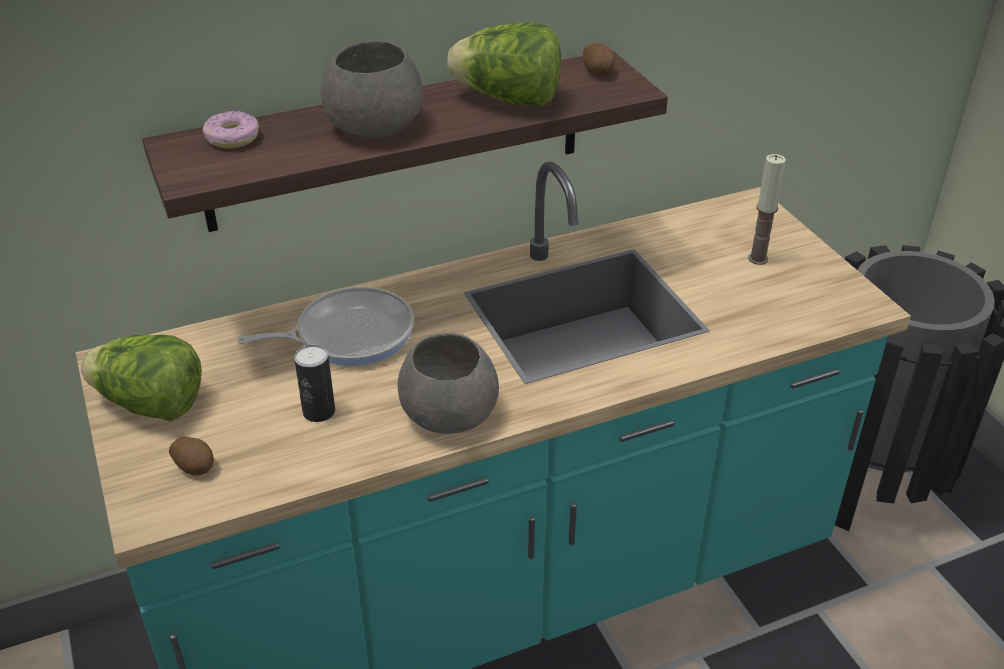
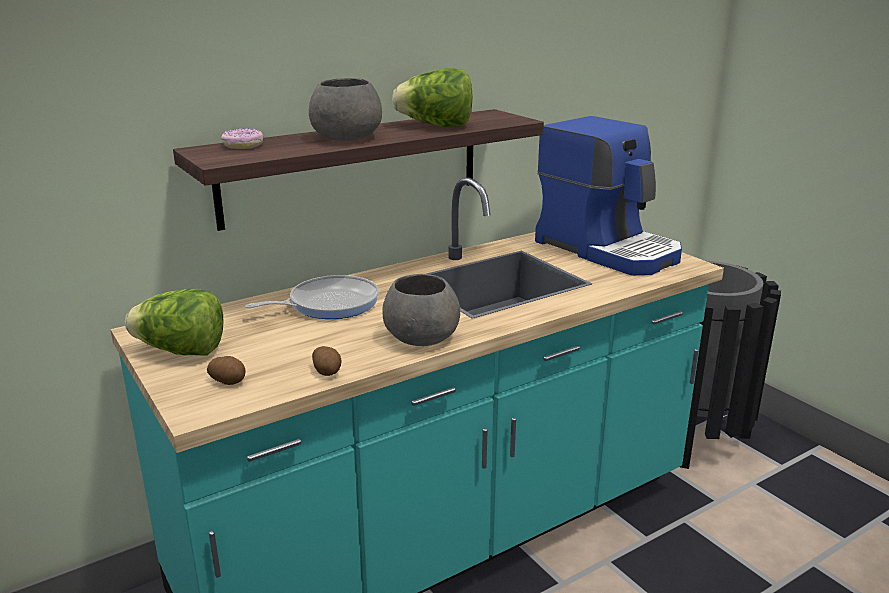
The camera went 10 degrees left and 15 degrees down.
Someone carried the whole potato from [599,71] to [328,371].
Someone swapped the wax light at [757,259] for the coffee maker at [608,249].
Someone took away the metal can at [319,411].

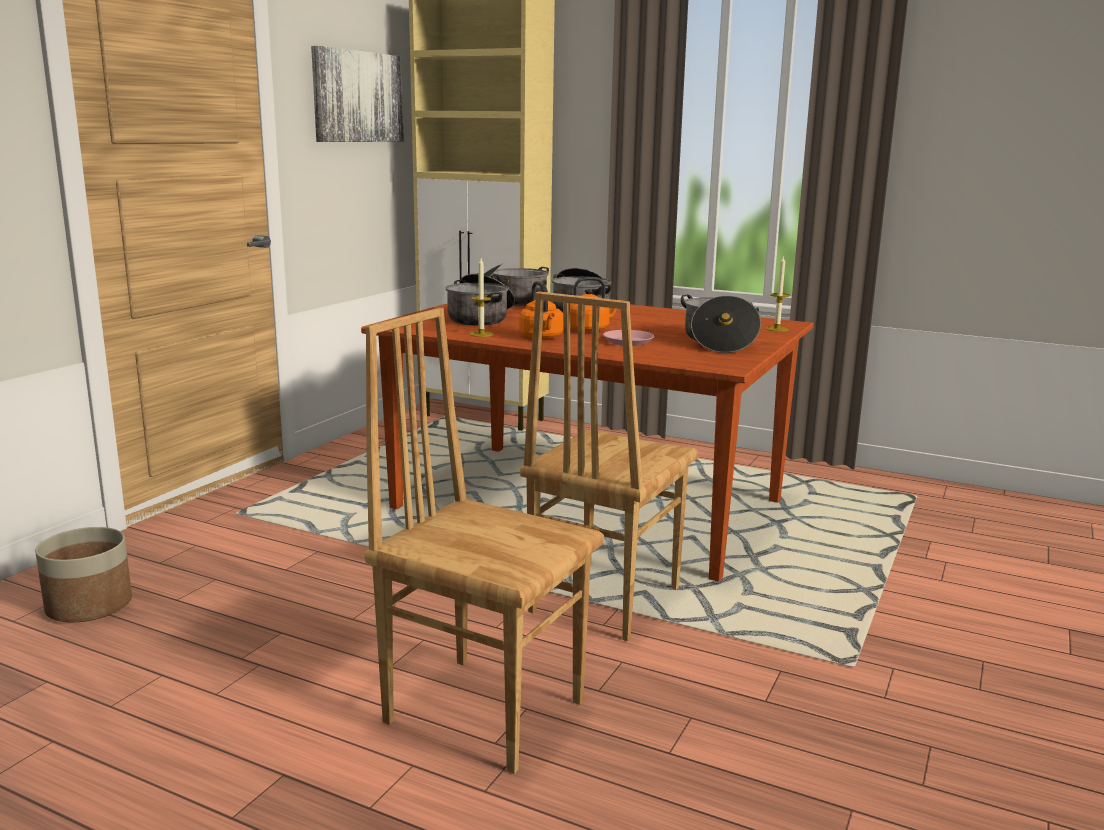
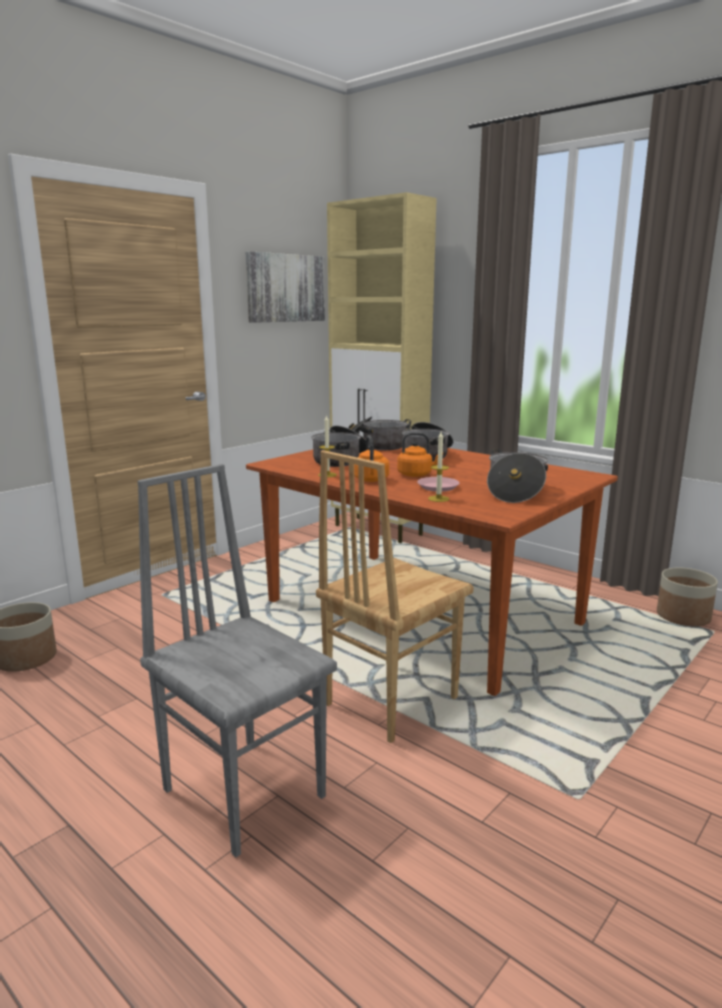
The camera went 15 degrees right and 0 degrees up.
Someone carried the wax light from [777,329] to [438,499].
Someone repainted the upright chair (brown-coloured) at [485,709], which became the upright chair (grey) at [245,791].
Someone put down the planter at [683,616].

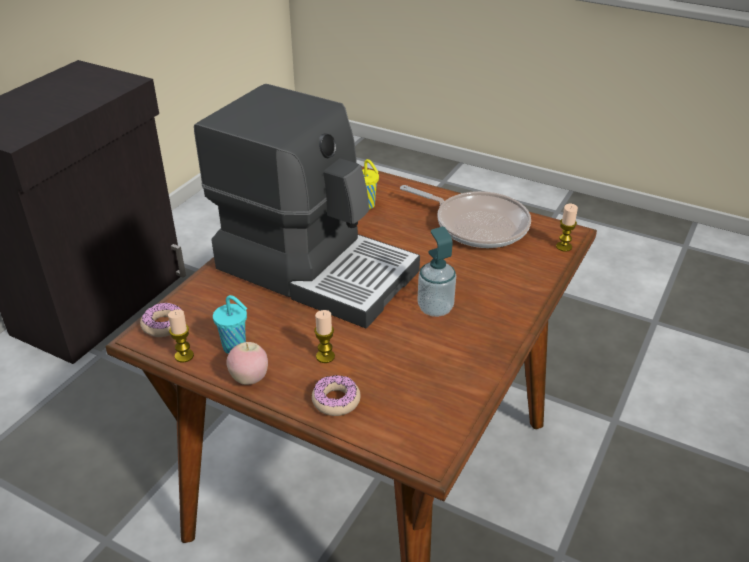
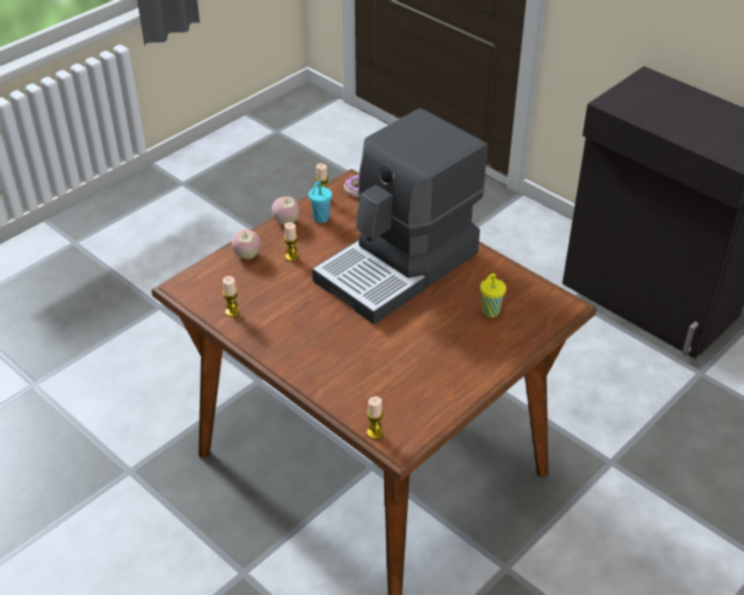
The camera went 105 degrees right and 5 degrees up.
Someone took away the pan at [476,224].
Someone took away the soap dispenser at [435,308].
Someone swapped the ring doughnut at [336,400] for the whole apple at [247,255].
Someone put down the wax light at [232,312].

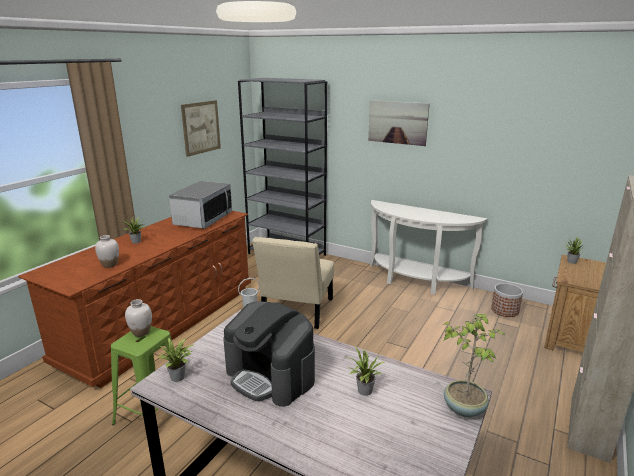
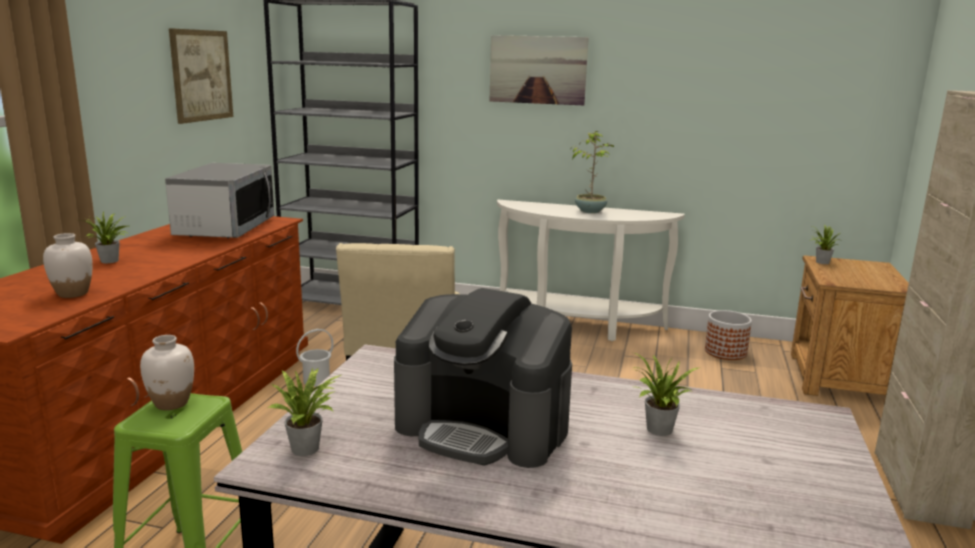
The camera went 15 degrees left and 5 degrees down.
Someone carried the houseplant from [464,407] to [590,211].

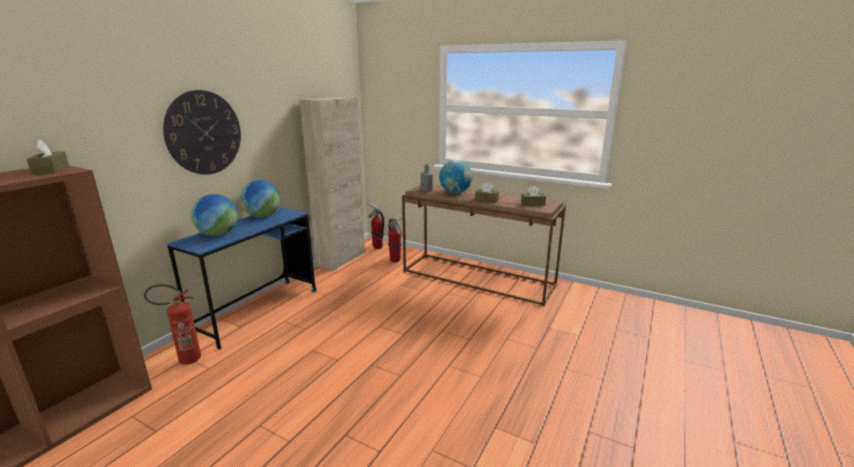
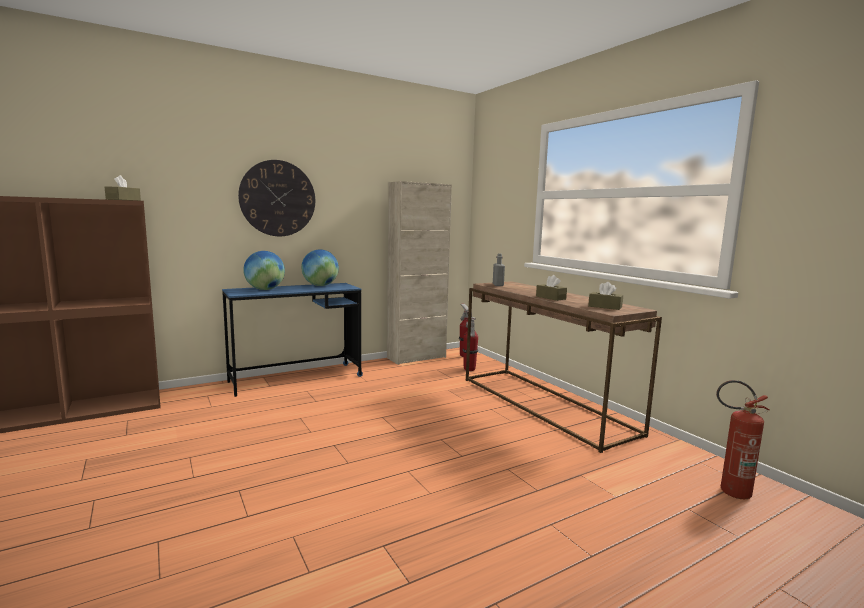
The camera went 30 degrees right and 10 degrees down.
Someone took away the desk globe at [455,192].
Someone carried the fire-fighting cylinder from [184,360] to [728,492].

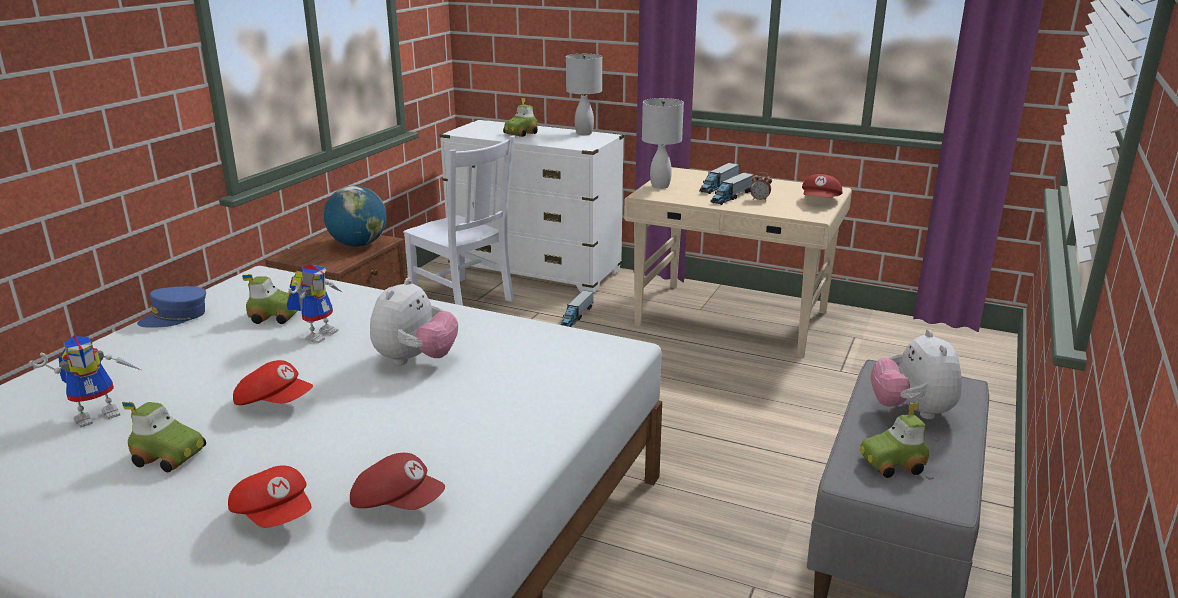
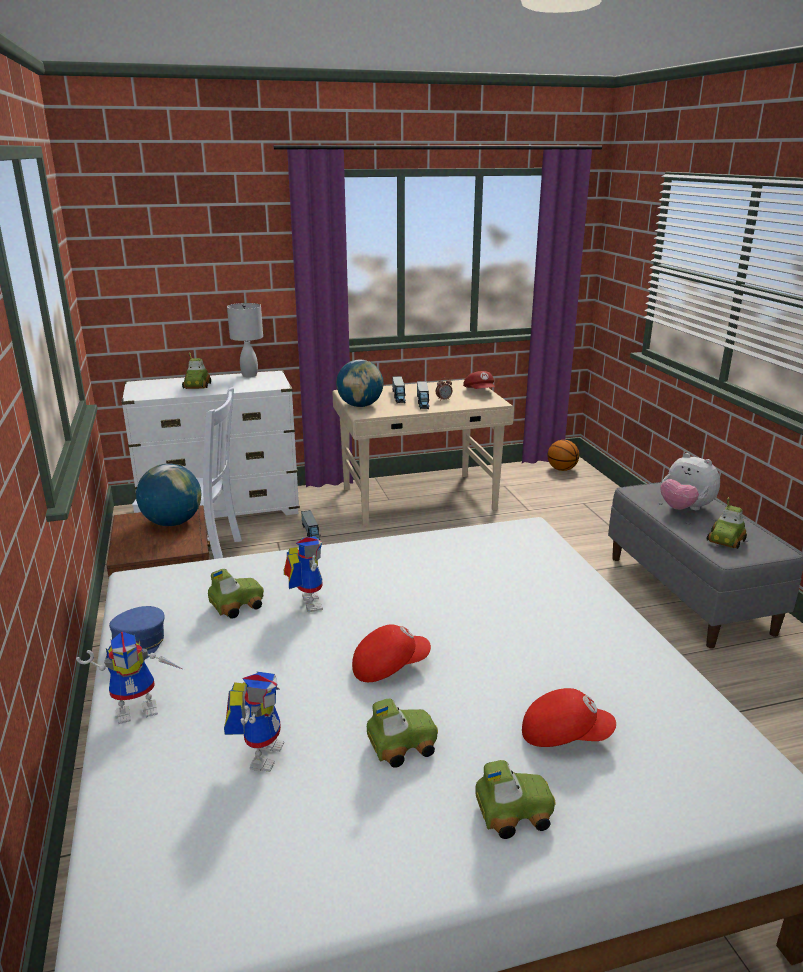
The camera went 40 degrees left and 0 degrees up.
Someone swapped the table lamp (white-coloured) at [660,186] for the desk globe at [360,406].
Someone took away the cuddly toy at [415,360].
Someone took away the peaked cap (red-coloured) at [398,503].
Someone put down the ball for basketball at [561,469].
Someone put down the robot figure at [139,708].
Someone put down the model car at [512,812].

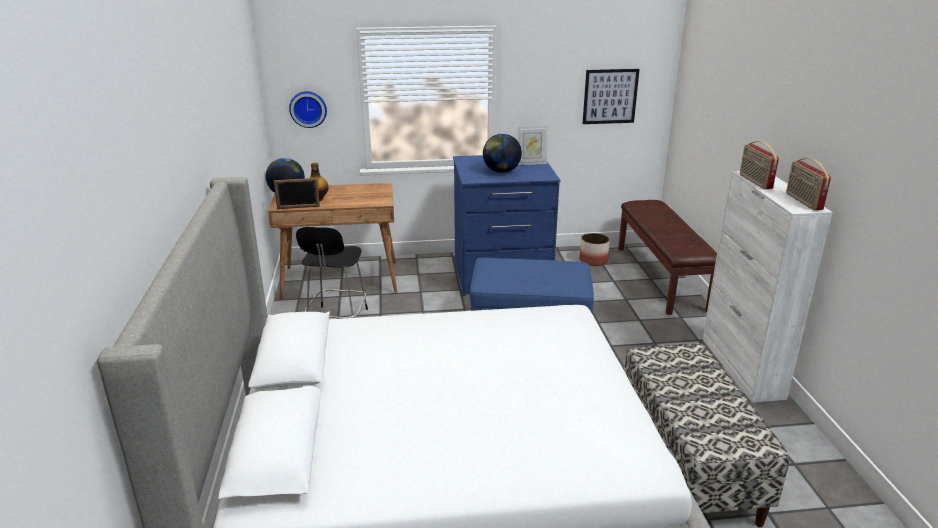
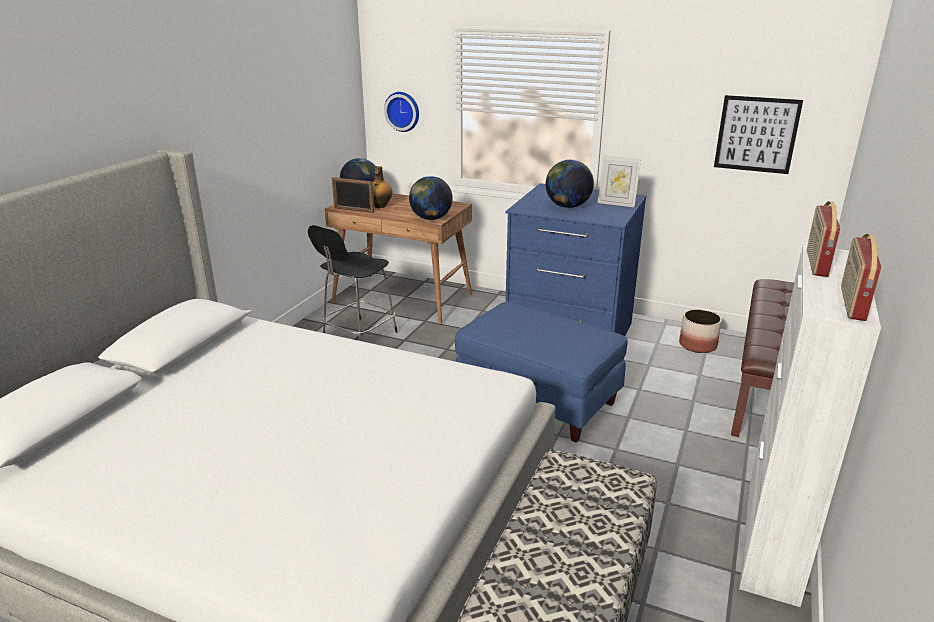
The camera went 30 degrees right and 0 degrees up.
Someone put down the desk globe at [430,218].

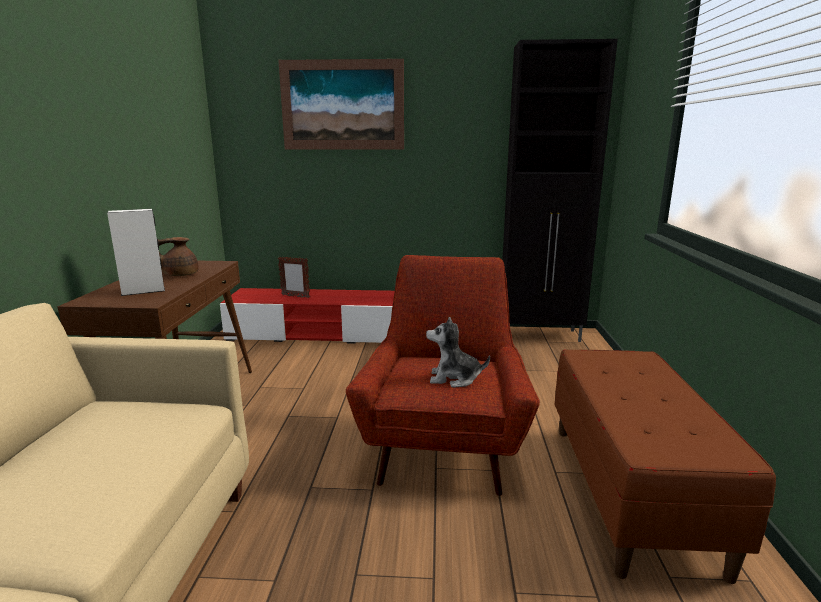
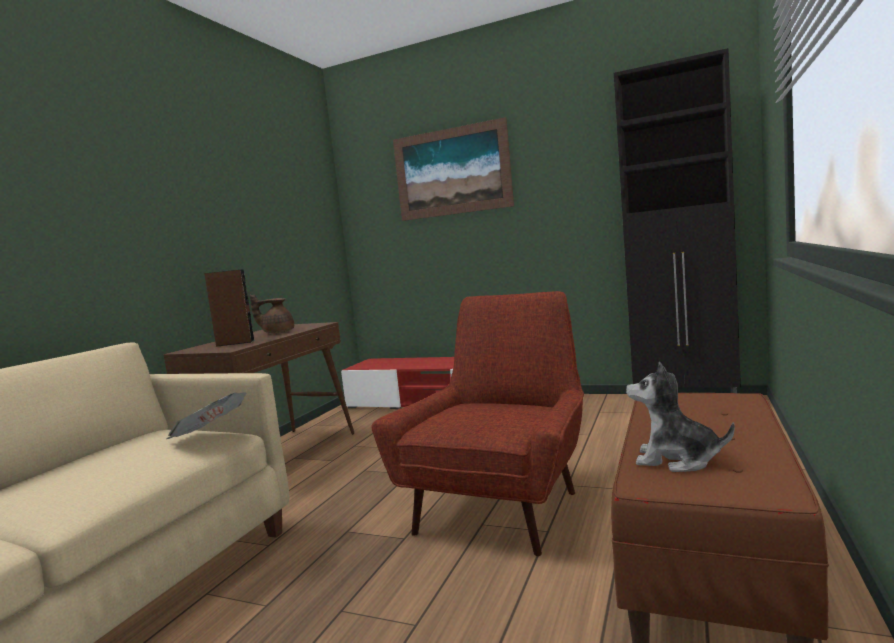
The camera went 20 degrees right and 10 degrees down.
Someone repainted the loudspeaker (white-coloured) at [143,291], which became the loudspeaker (brown-coloured) at [235,343].
Someone took away the standing frame at [295,296].
Someone carried the cuddly toy from [454,378] to [676,460].
Someone put down the daily paper at [210,436].

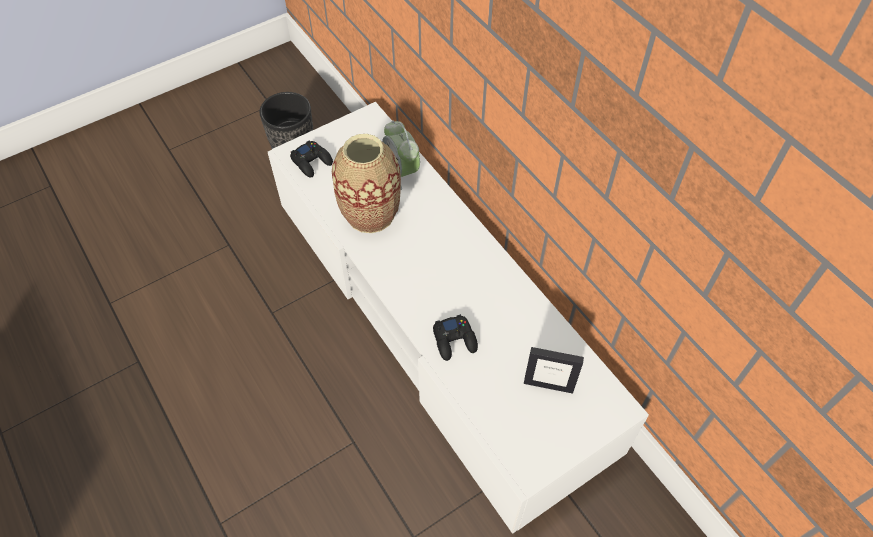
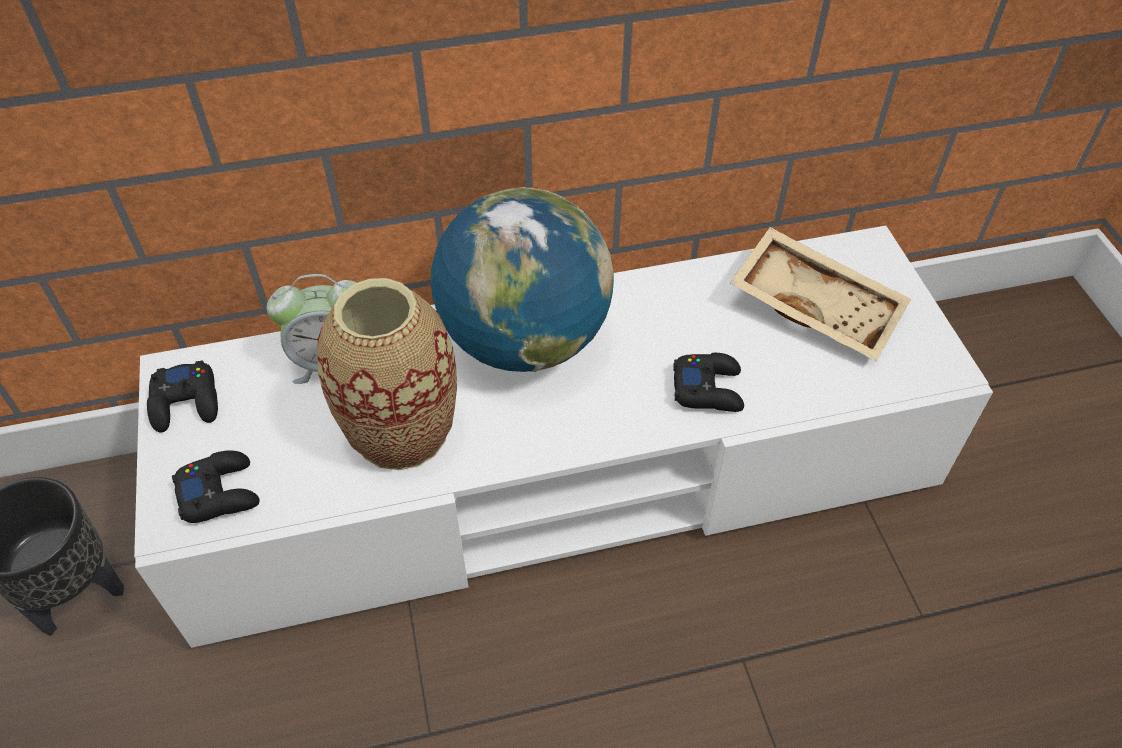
The camera went 70 degrees left and 5 degrees down.
Someone swapped the standing frame at [548,385] for the carrying tray (beige) at [817,306].
Someone put down the desk globe at [525,341].
Someone put down the joypad (black) at [186,402].

